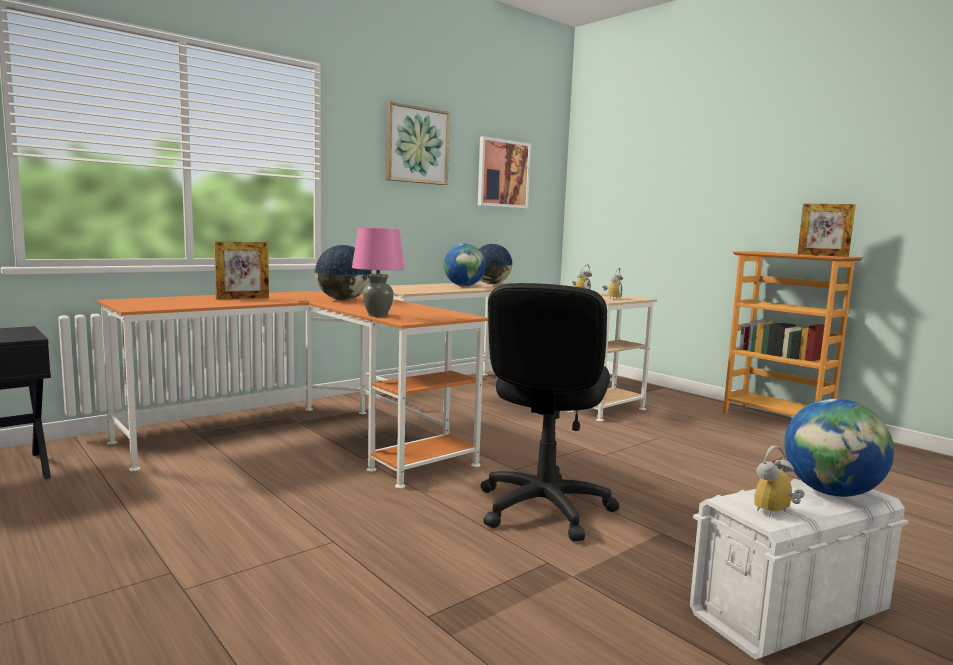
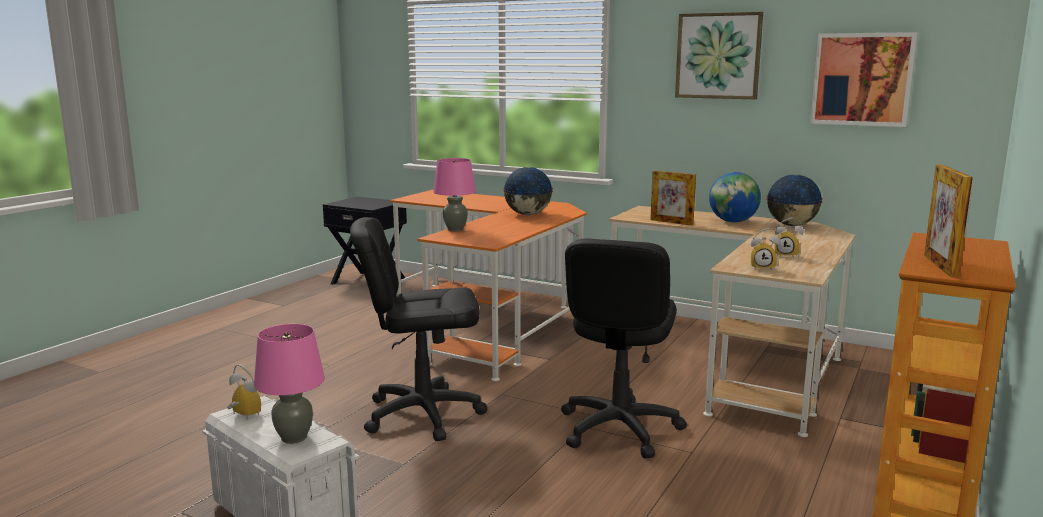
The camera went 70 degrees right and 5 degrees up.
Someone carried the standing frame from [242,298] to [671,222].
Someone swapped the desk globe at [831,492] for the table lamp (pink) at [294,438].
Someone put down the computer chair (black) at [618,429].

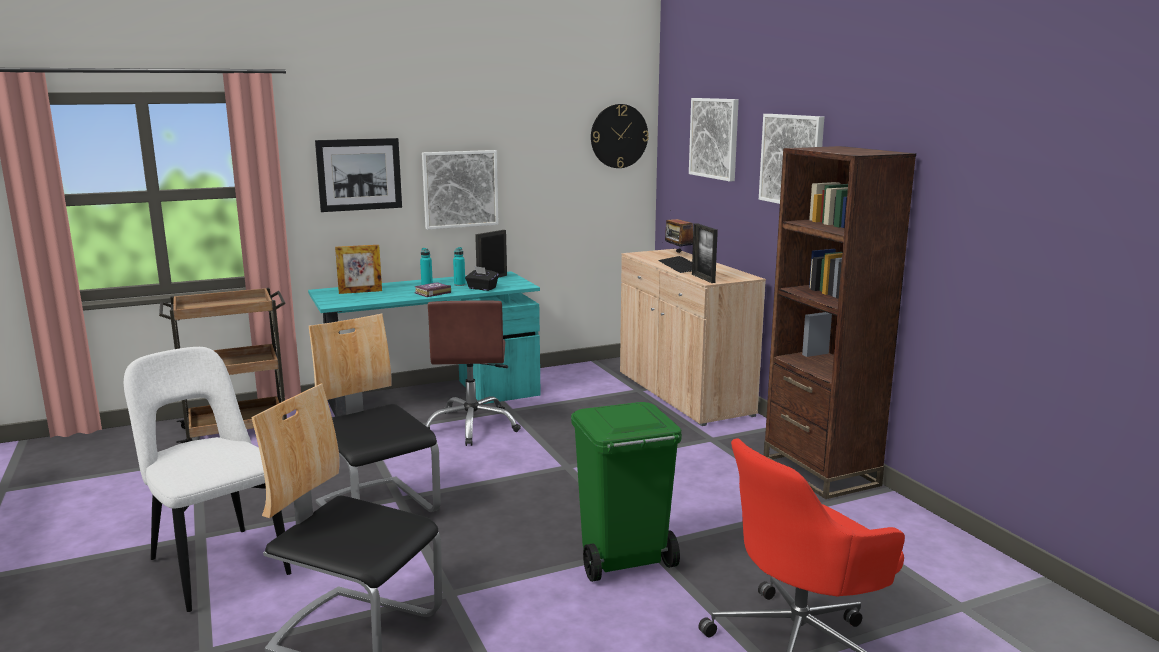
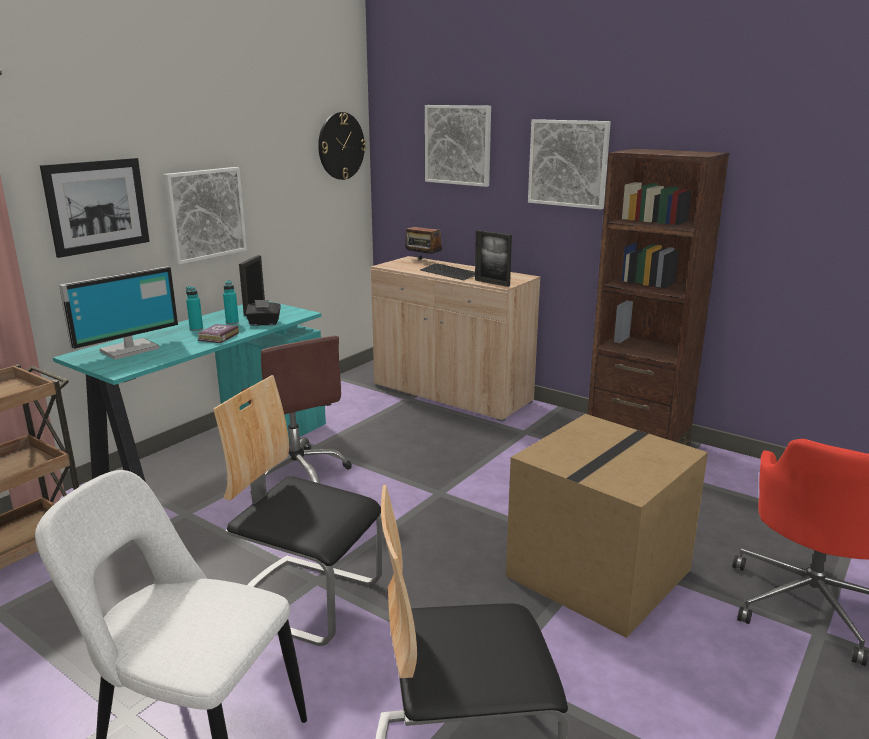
The camera went 30 degrees left and 5 degrees up.
Someone swapped the standing frame at [360,292] for the computer screen at [128,349].
Someone swapped the rubbish bin (greenish) at [622,560] for the carton at [599,574].

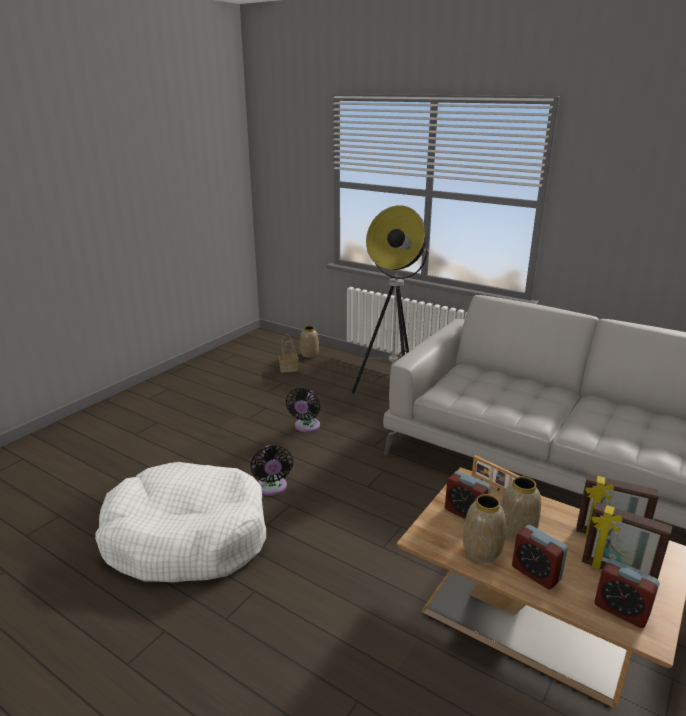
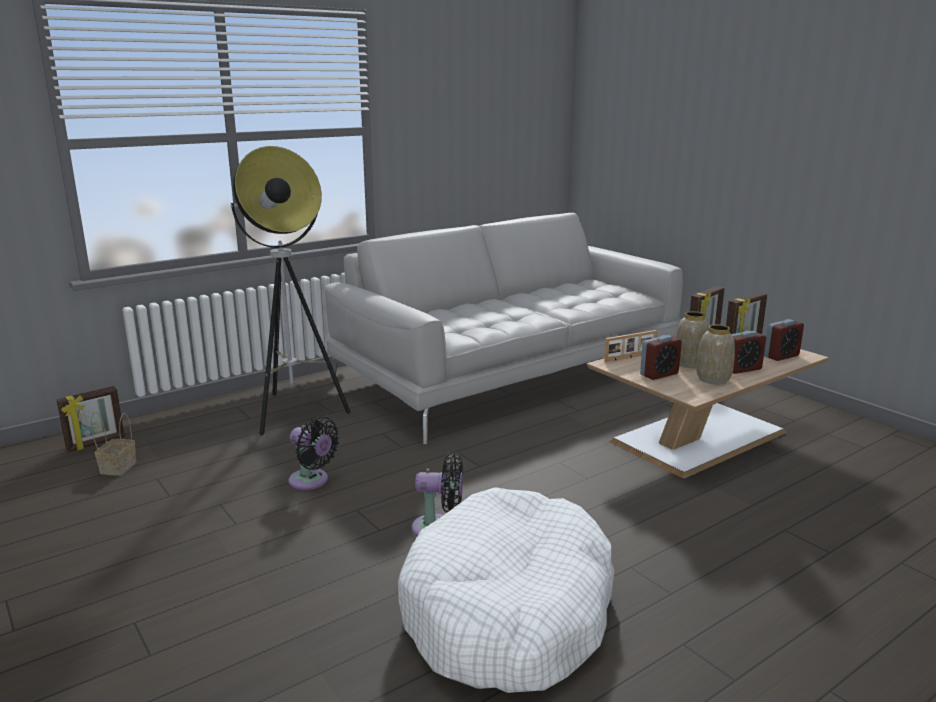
The camera went 70 degrees left and 5 degrees down.
Someone swapped the vase at [309,354] for the standing frame at [96,443].

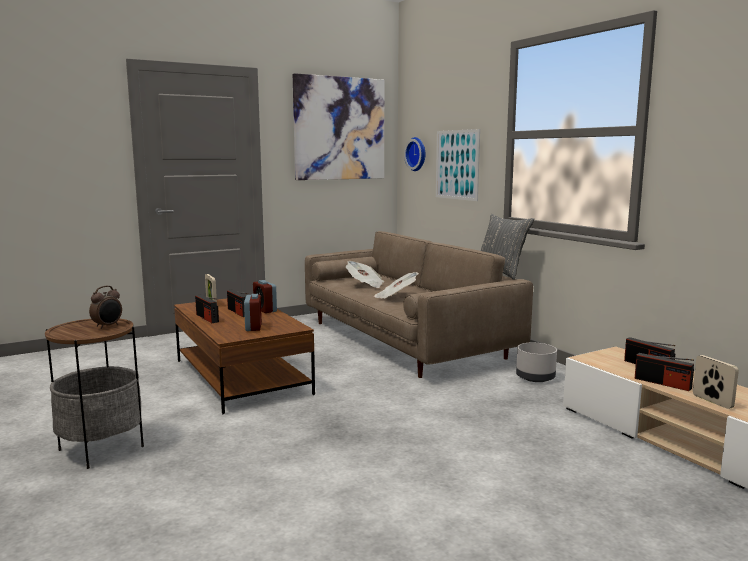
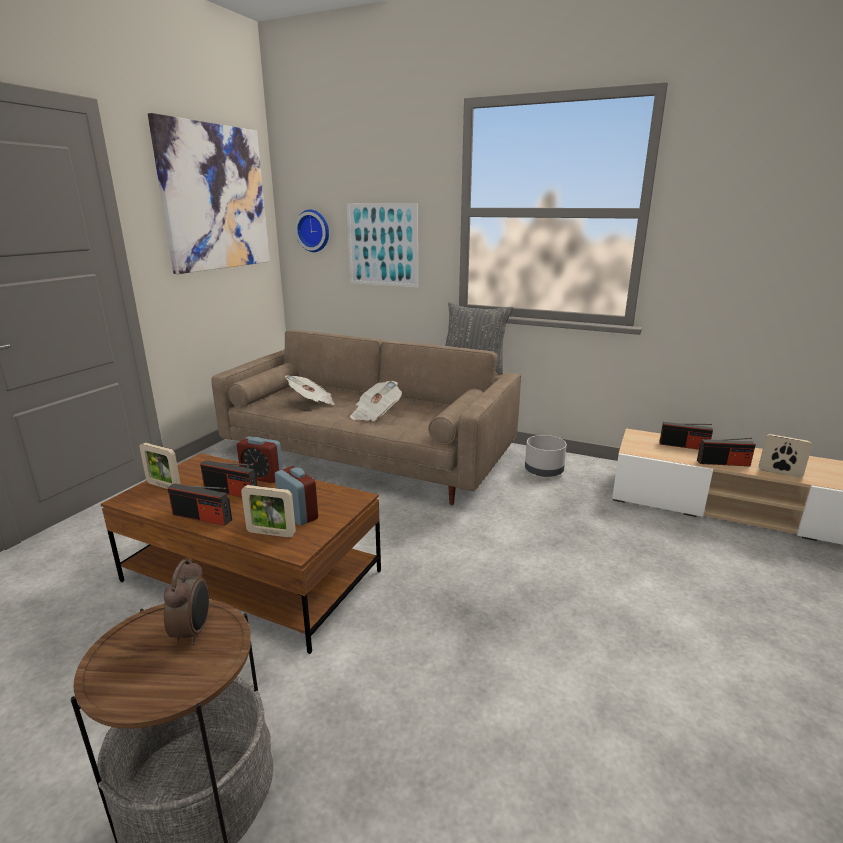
The camera went 35 degrees left and 10 degrees up.
Someone put down the standing frame at [271,533].

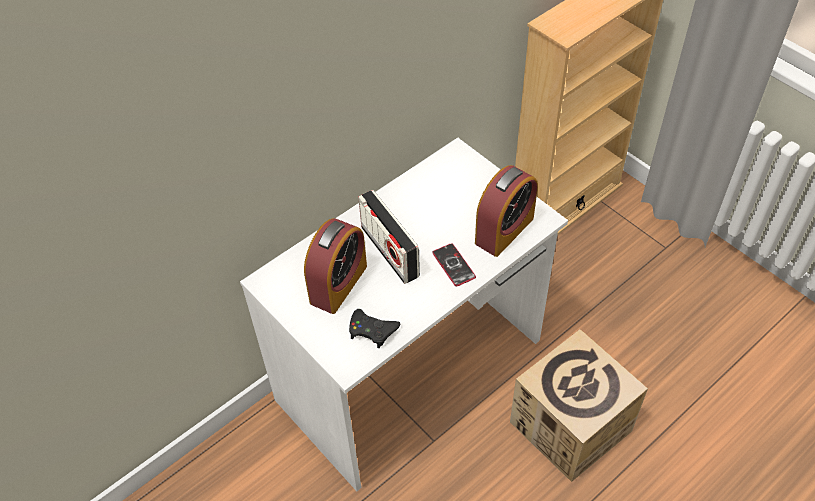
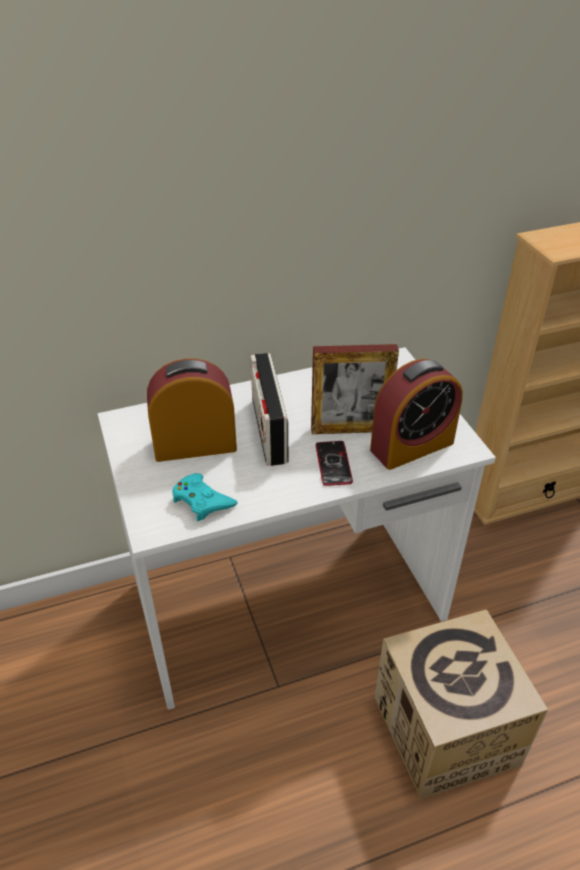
The camera went 20 degrees right and 10 degrees down.
Someone rotated the bedside clock at [338,284] by 150 degrees counterclockwise.
Someone repainted the joypad (black) at [372,330], which became the joypad (blue-green) at [202,501].
Someone put down the standing frame at [350,429].

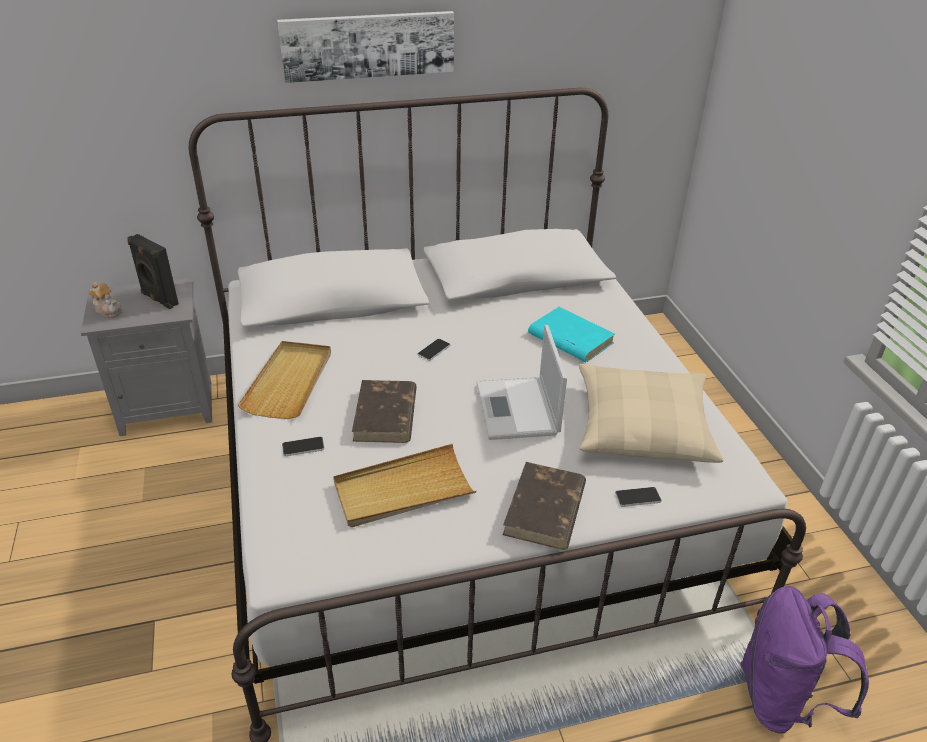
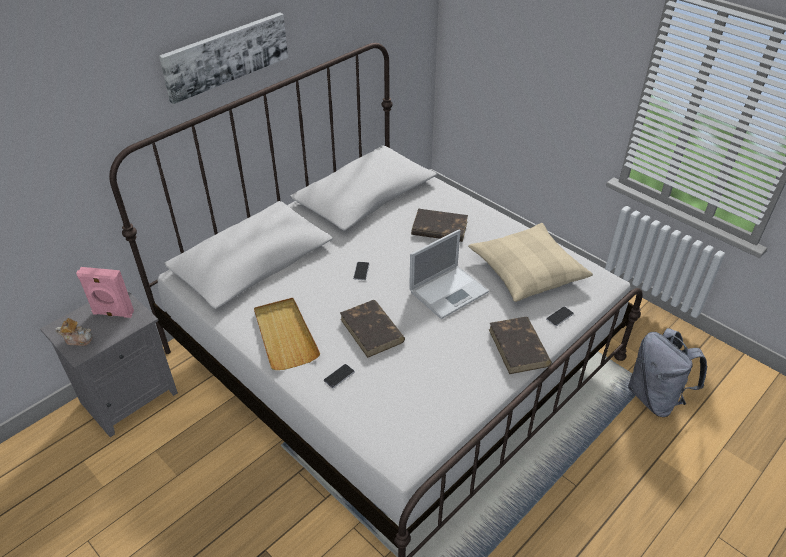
The camera went 30 degrees left and 5 degrees up.
Someone repainted the loudspeaker (black) at [159,299], which became the loudspeaker (pink) at [113,313].
Someone repainted the book (blue-green) at [569,338], which became the book (brown-coloured) at [439,228].
Someone rotated the portable computer at [518,410] by 90 degrees counterclockwise.
Someone took away the carrying tray (beige) at [403,490].
Someone repainted the backpack (purple-coloured) at [781,699], which became the backpack (grey) at [655,398].

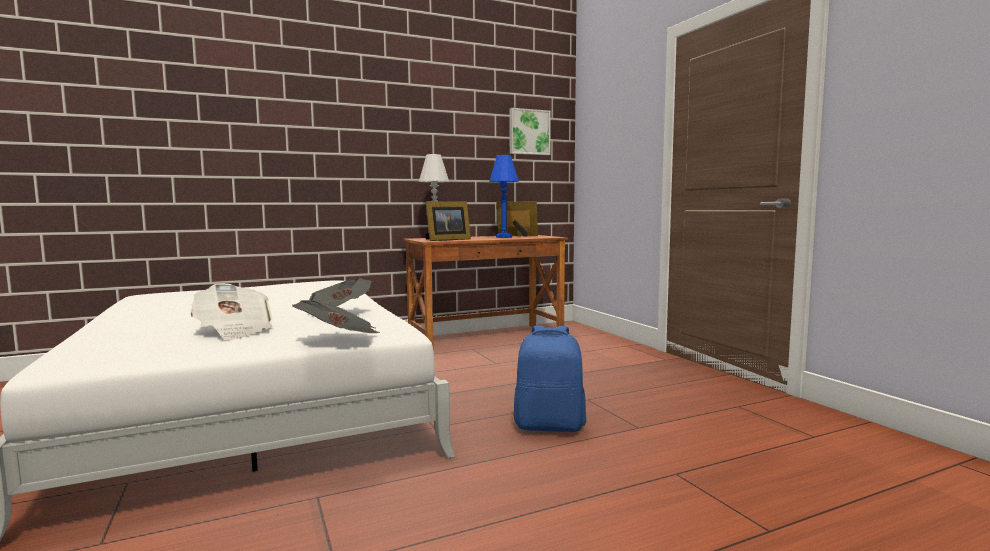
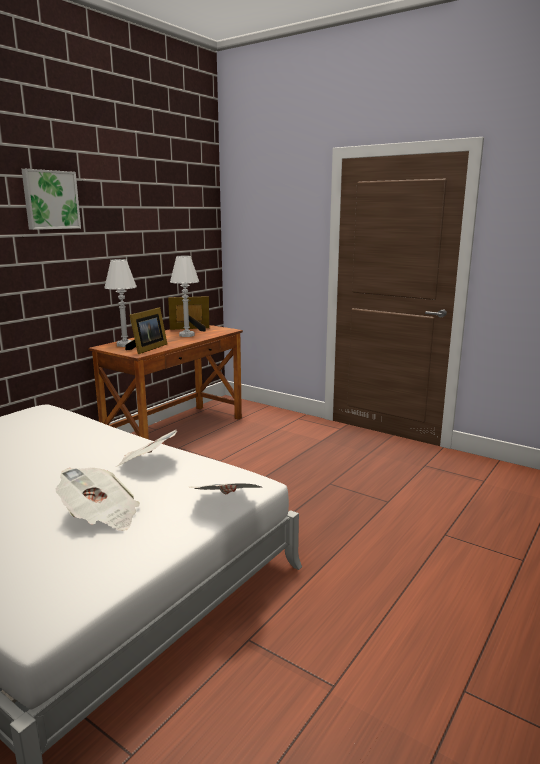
The camera went 30 degrees left and 10 degrees up.
Someone carried the picture from [529,132] to [50,200].
Someone repainted the table lamp (blue) at [504,237], which became the table lamp (white-coloured) at [187,335].
Someone took away the backpack (blue) at [550,425].

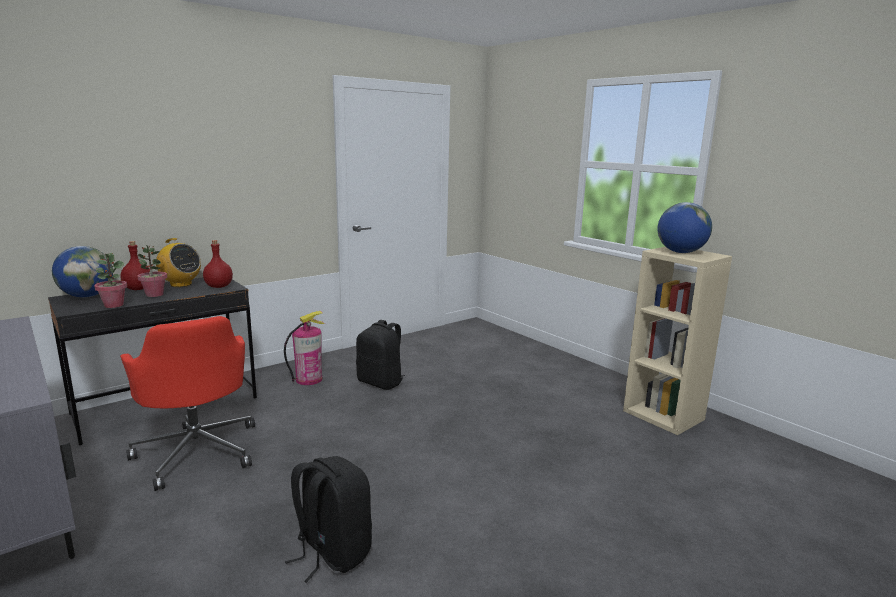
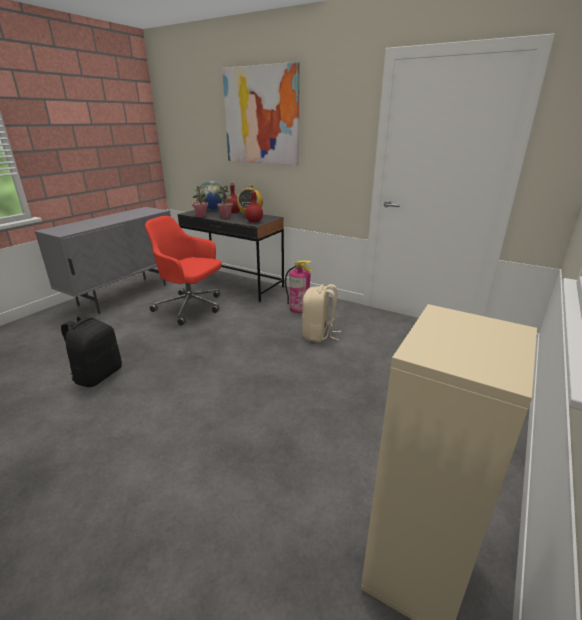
The camera went 70 degrees right and 10 degrees up.
Someone took away the desk globe at [681,252].
Someone rotated the computer chair (red-coloured) at [197,451] by 75 degrees clockwise.
Someone repainted the backpack (black) at [381,382], which became the backpack (beige) at [318,334].
Someone put up the picture at [261,116].

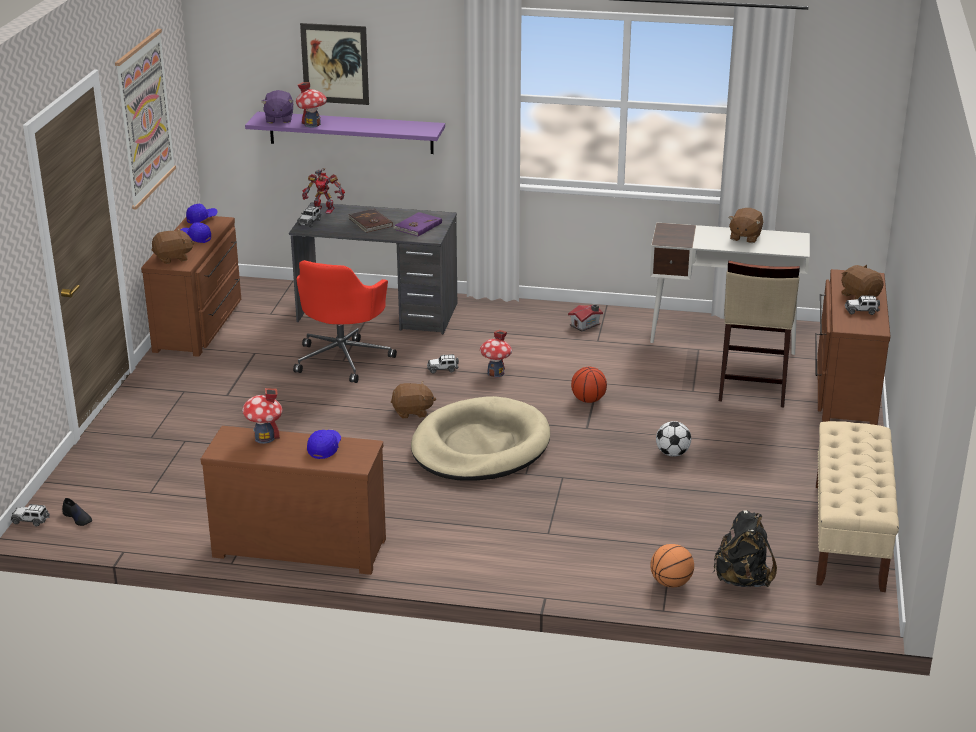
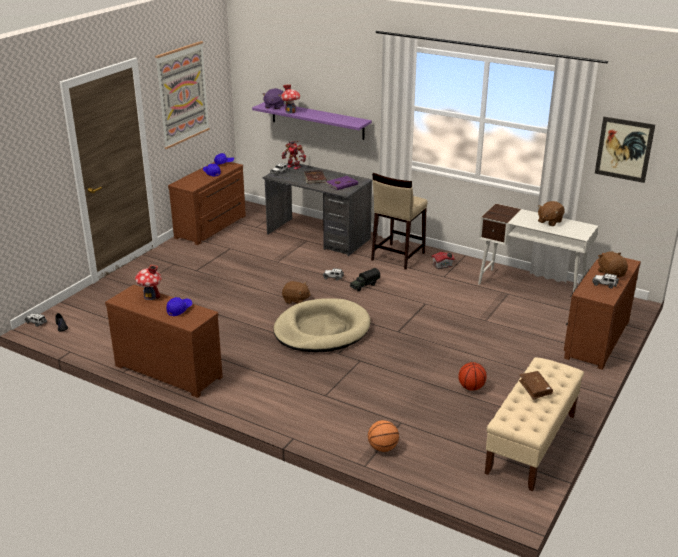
The camera went 20 degrees right and 0 degrees up.
Someone carried the picture from [335,64] to [624,149].
Someone took away the cuddly toy (brown-coloured) at [173,258].
Someone took away the computer chair (red-coloured) at [343,358].
Someone carried the stool (beige) from [751,388] to [397,256].
Someone swapped the toy house at [496,373] for the toy truck at [364,285].
Someone carried the ball for basketball from [588,400] to [471,387].
Someone took away the football at [672,453].
Someone took away the backpack (black) at [742,579].
Someone put down the book (brown-coloured) at [535,388].

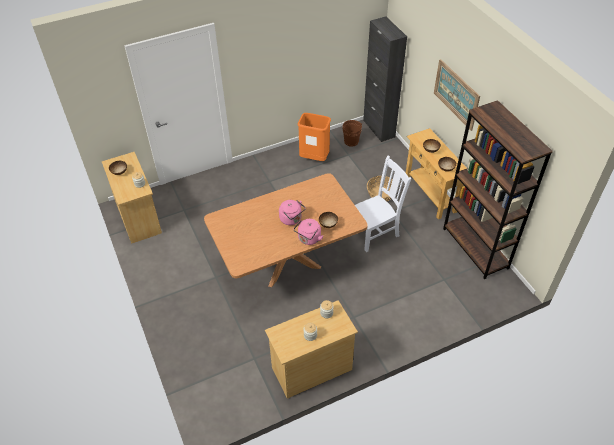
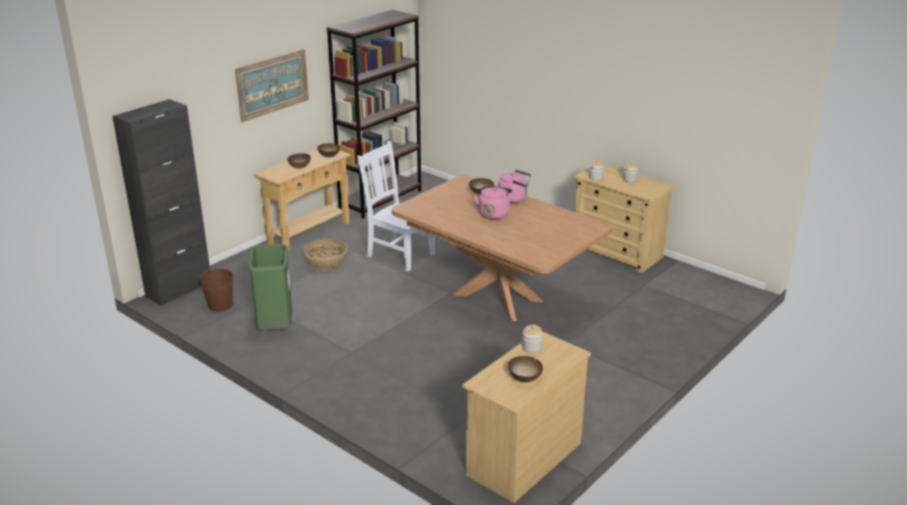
The camera went 115 degrees left and 20 degrees down.
Someone repainted the rubbish bin (orangey) at [314,158], which became the rubbish bin (greenish) at [275,327].

